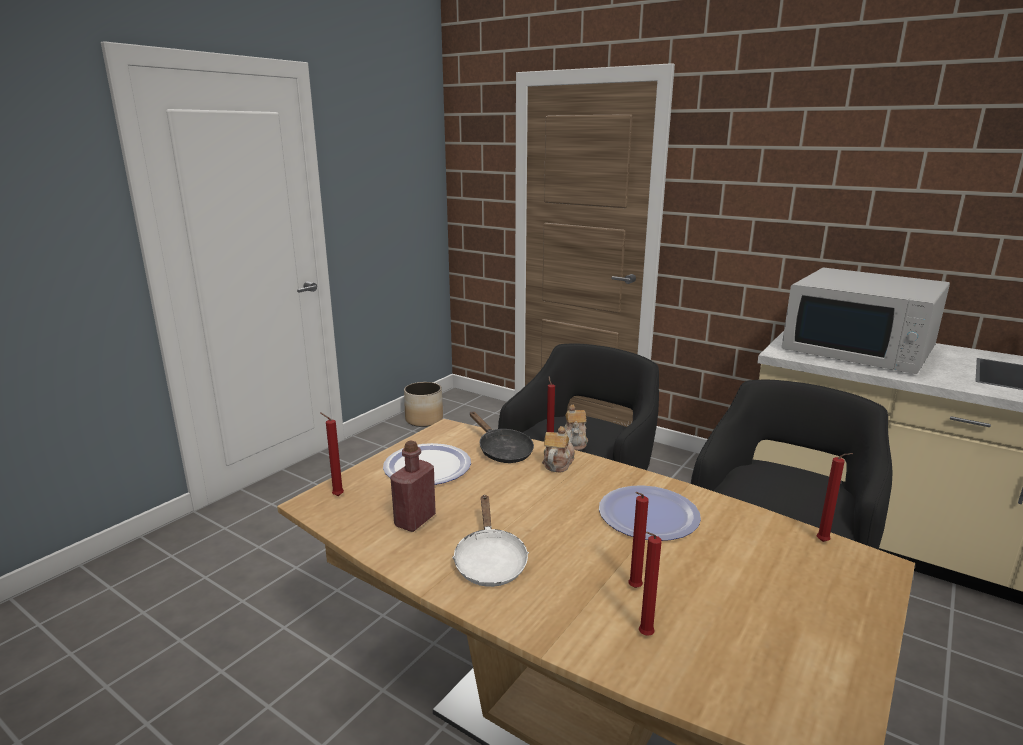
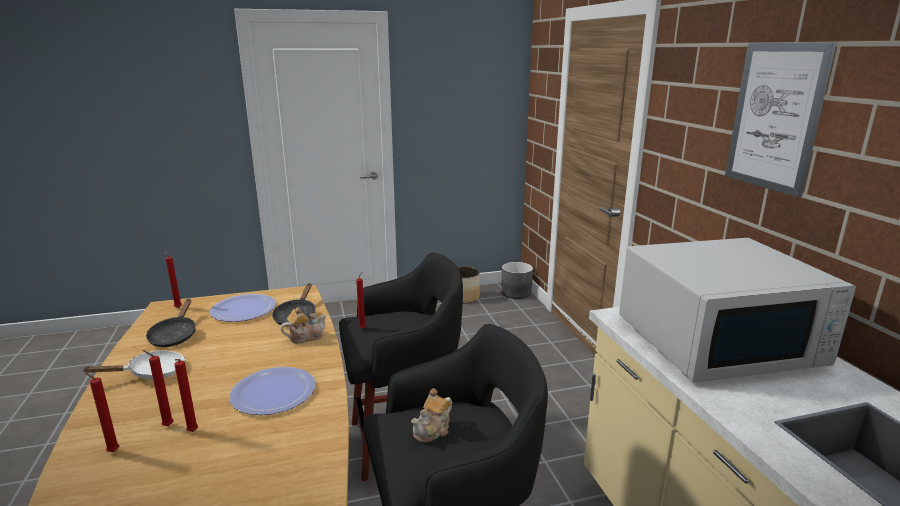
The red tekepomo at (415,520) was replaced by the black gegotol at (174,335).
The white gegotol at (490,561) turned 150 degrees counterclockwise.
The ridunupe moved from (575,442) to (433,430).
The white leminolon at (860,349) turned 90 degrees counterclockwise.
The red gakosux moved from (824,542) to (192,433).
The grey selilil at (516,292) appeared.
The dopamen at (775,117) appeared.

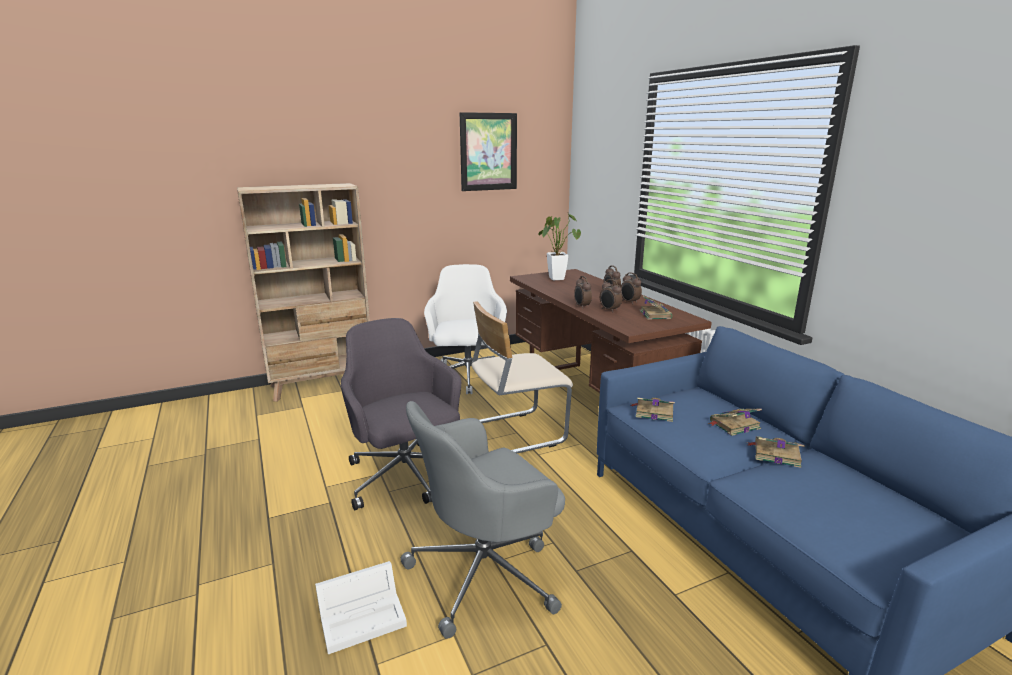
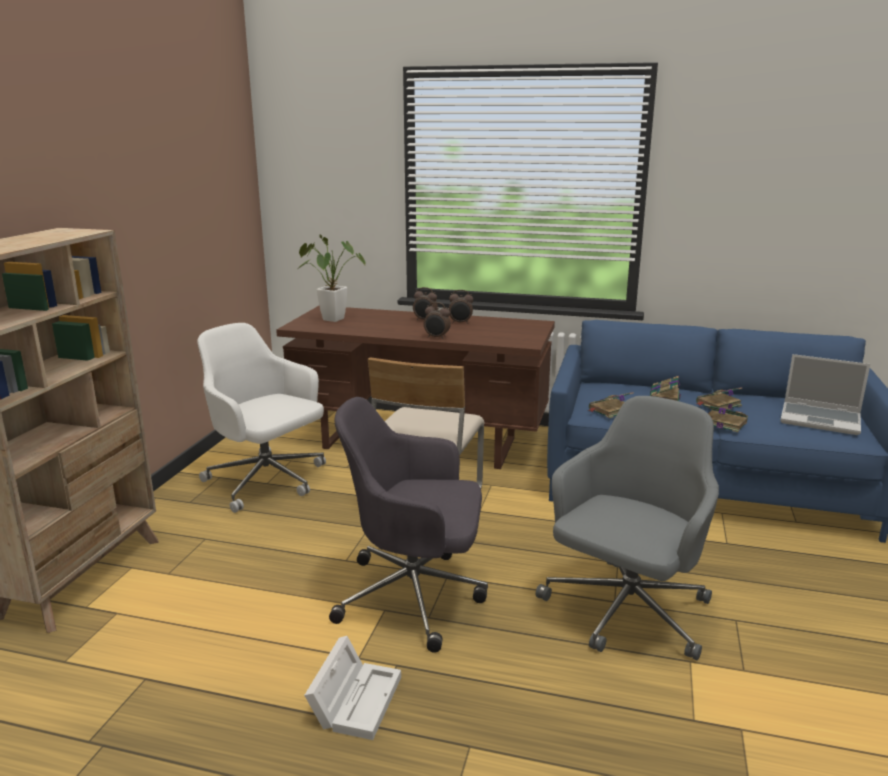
The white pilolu moved from (364,616) to (356,698).
The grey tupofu at (486,573) turned 150 degrees counterclockwise.
The dopamen at (488,152) disappeared.
The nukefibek at (609,310) disappeared.
The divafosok moved from (655,314) to (723,423).
The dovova at (821,420) appeared.

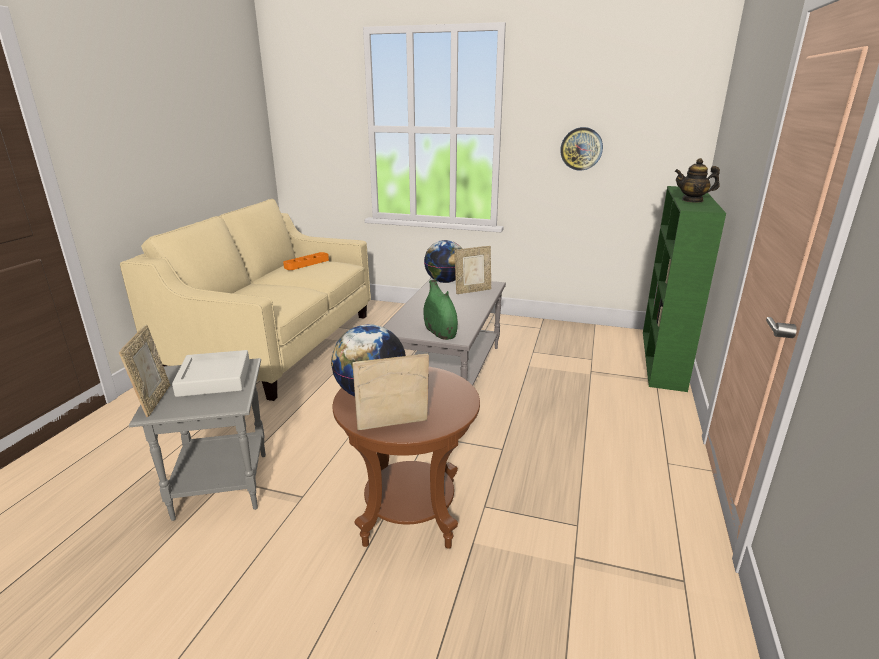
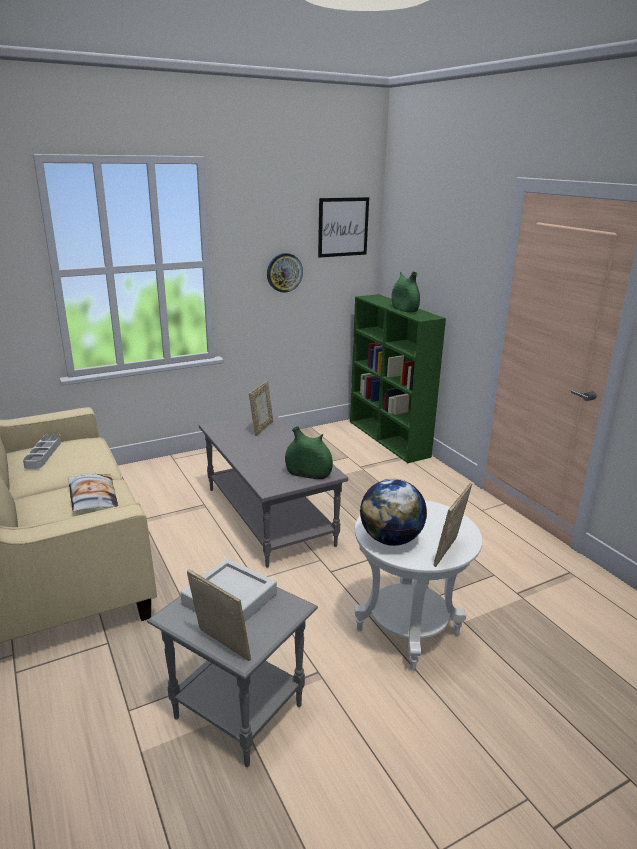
The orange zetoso at (307,264) became the grey zetoso at (43,454).
The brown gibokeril at (410,516) became the white gibokeril at (408,632).
The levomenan at (445,281) disappeared.
The ridunupe at (692,200) was replaced by the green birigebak at (404,309).
The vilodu at (92,497) appeared.
The dopamen at (343,227) appeared.

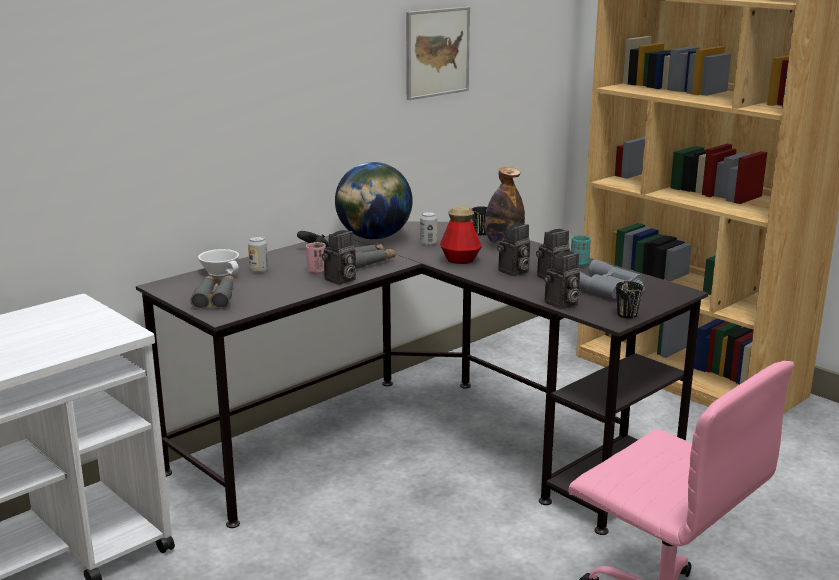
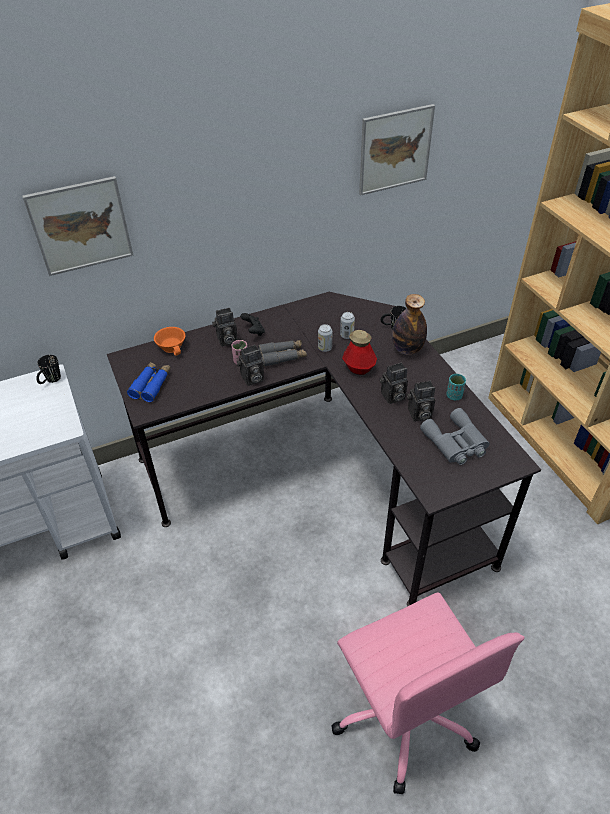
The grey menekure at (215,298) became the blue menekure at (151,385).
The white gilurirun at (222,272) became the orange gilurirun at (173,347).
The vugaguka moved from (258,270) to (325,348).
The levomenan at (374,237) disappeared.
The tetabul moved from (561,304) to (226,341).
The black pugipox moved from (627,317) to (50,381).
The dopamen at (80,226) appeared.

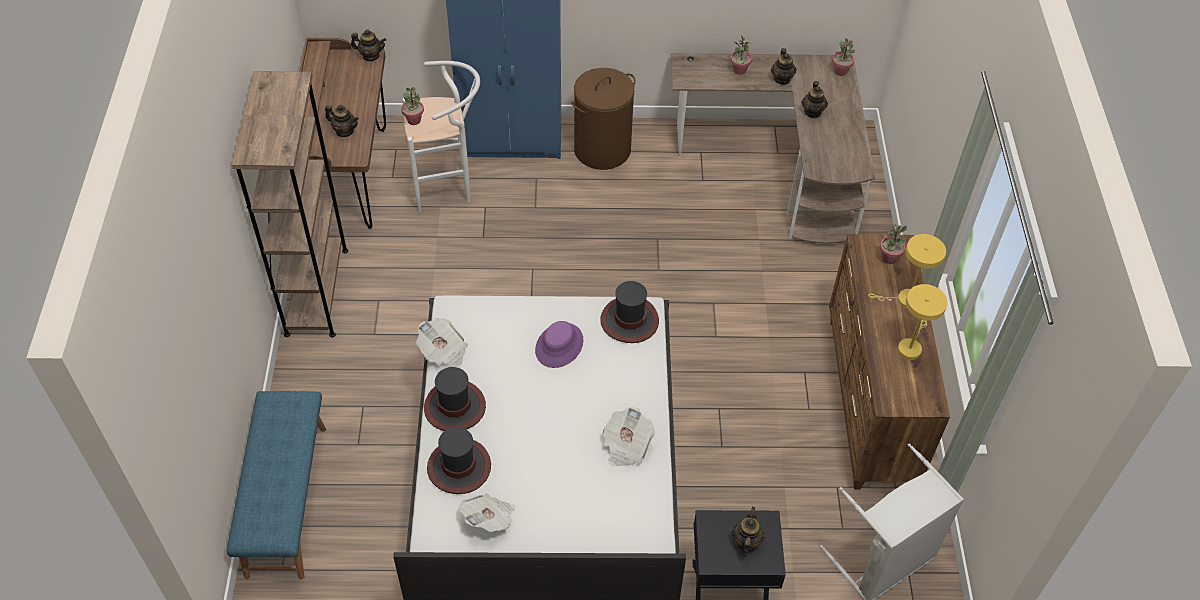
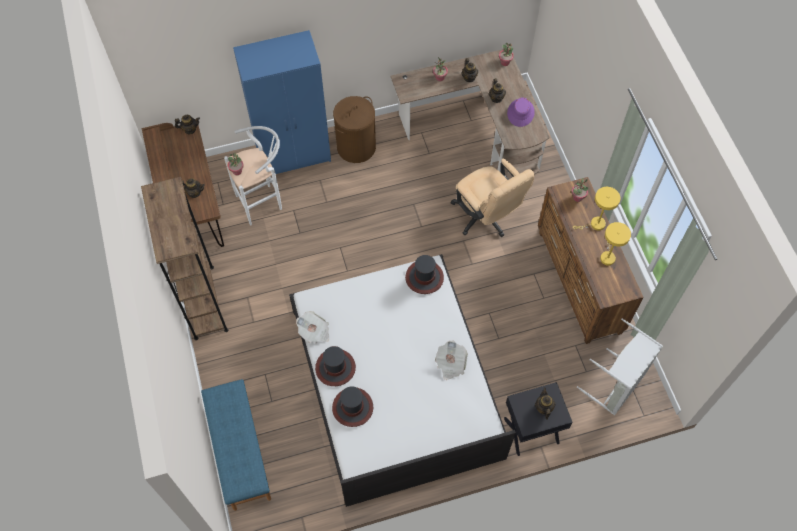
The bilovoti at (489,519) disappeared.
The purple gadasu moved from (559,346) to (521,113).
The beige tupofu at (486,218) appeared.

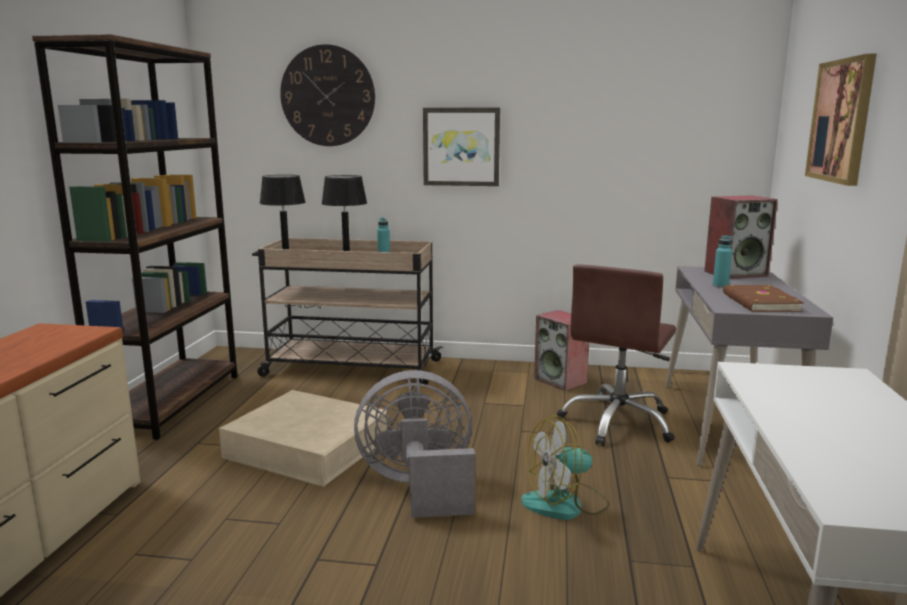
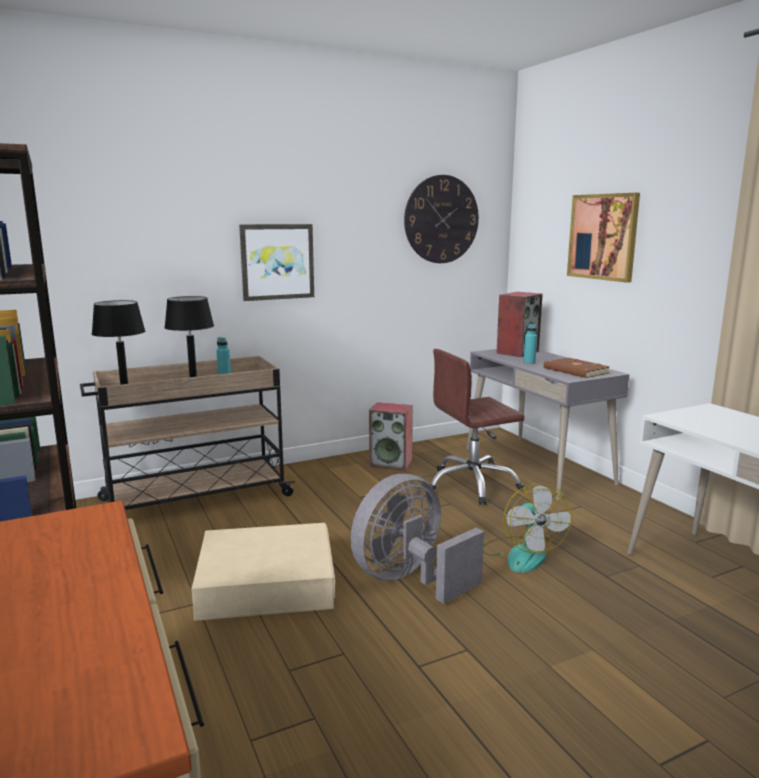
The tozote moved from (327,96) to (441,219).
The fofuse at (565,504) turned 45 degrees counterclockwise.
The brown tupofu at (618,422) turned 75 degrees clockwise.

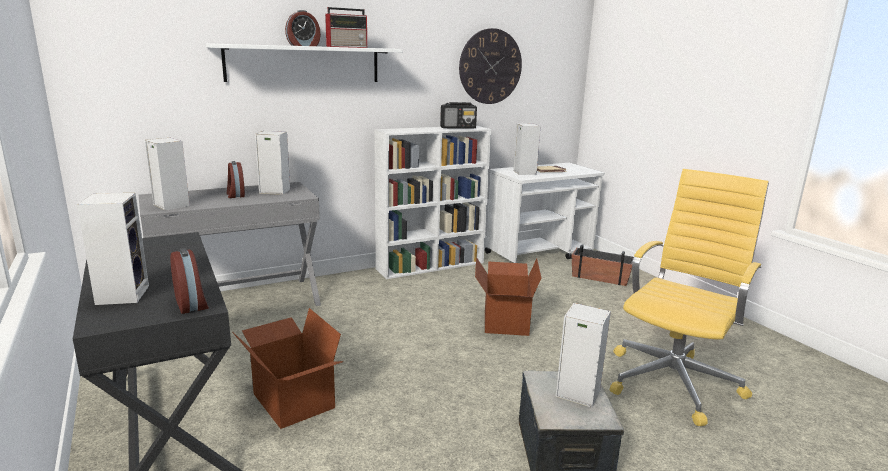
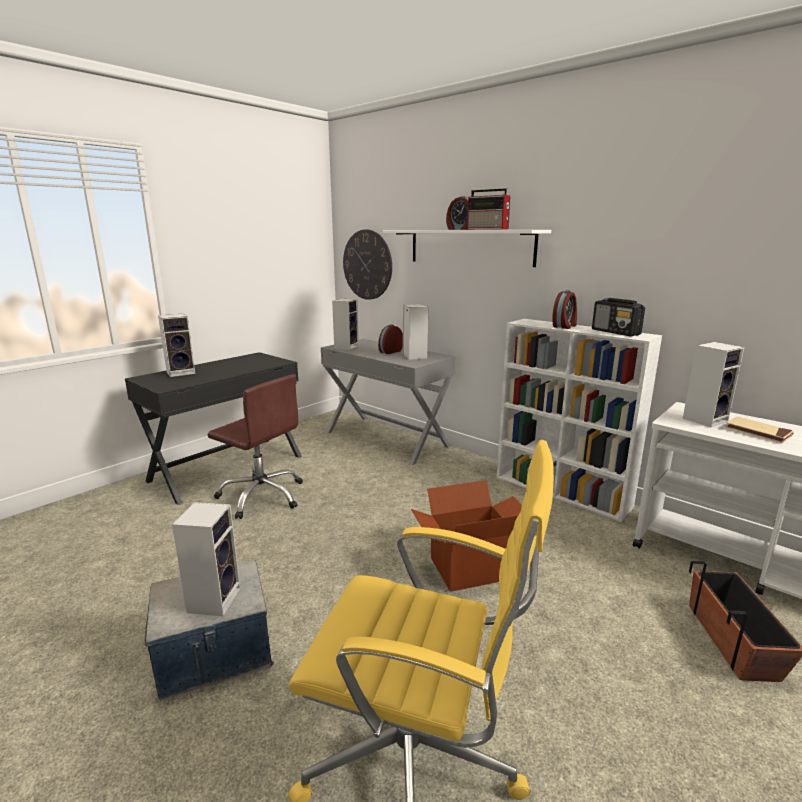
The nukefibek moved from (192,304) to (565,326).
The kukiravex at (292,401) was replaced by the brown tupofu at (262,496).
The tozote moved from (490,66) to (367,265).

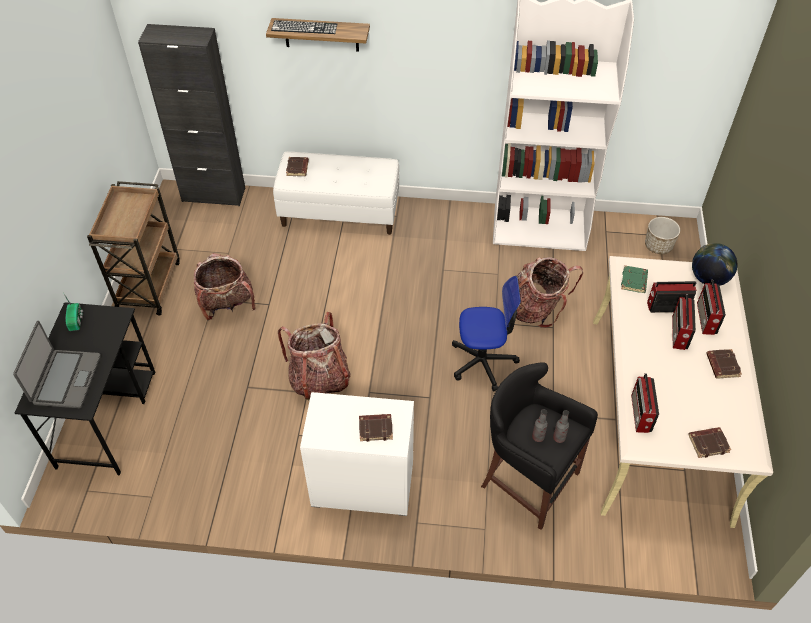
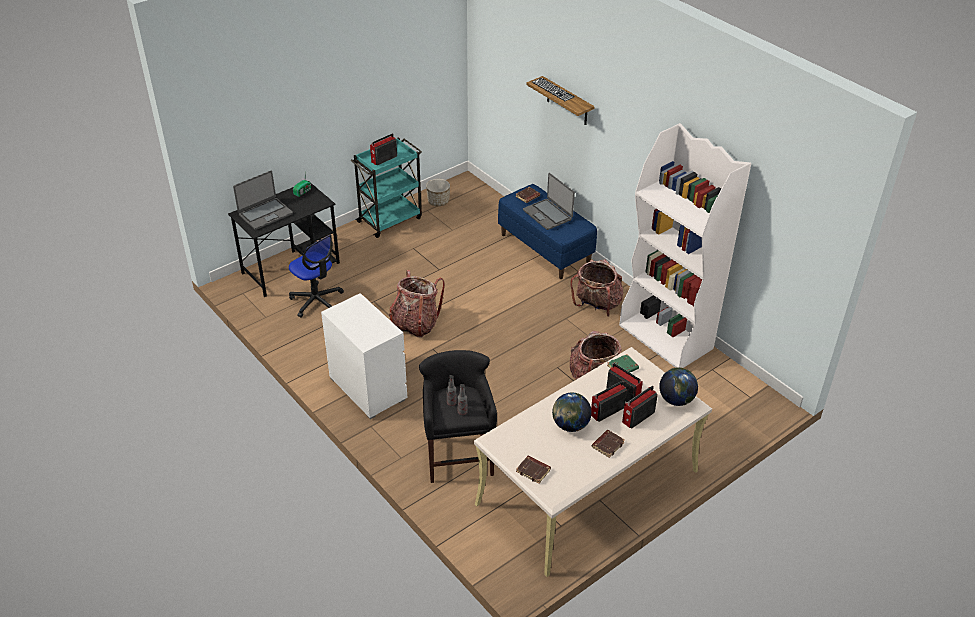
The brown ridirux at (149,284) became the turquoise ridirux at (390,219).
The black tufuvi at (213,194) disappeared.
The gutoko moved from (227,304) to (597,305).
The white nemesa at (340,213) became the blue nemesa at (545,249).
The brown divafosok at (376,428) disappeared.
The tupofu moved from (483,362) to (316,301).
The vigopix moved from (640,414) to (383,159).
The selilil moved from (658,246) to (438,201).
The dovova at (548,214) appeared.
The levomenan at (570,425) appeared.

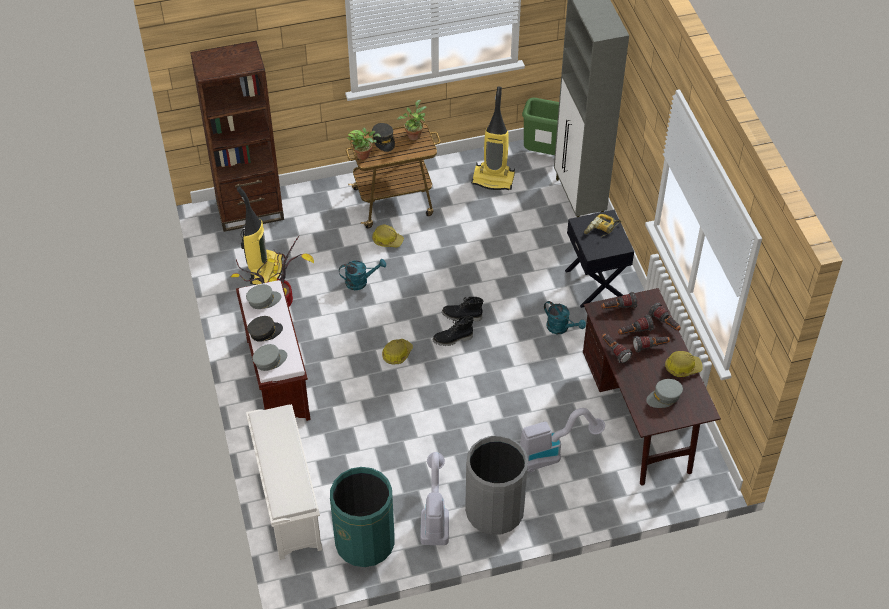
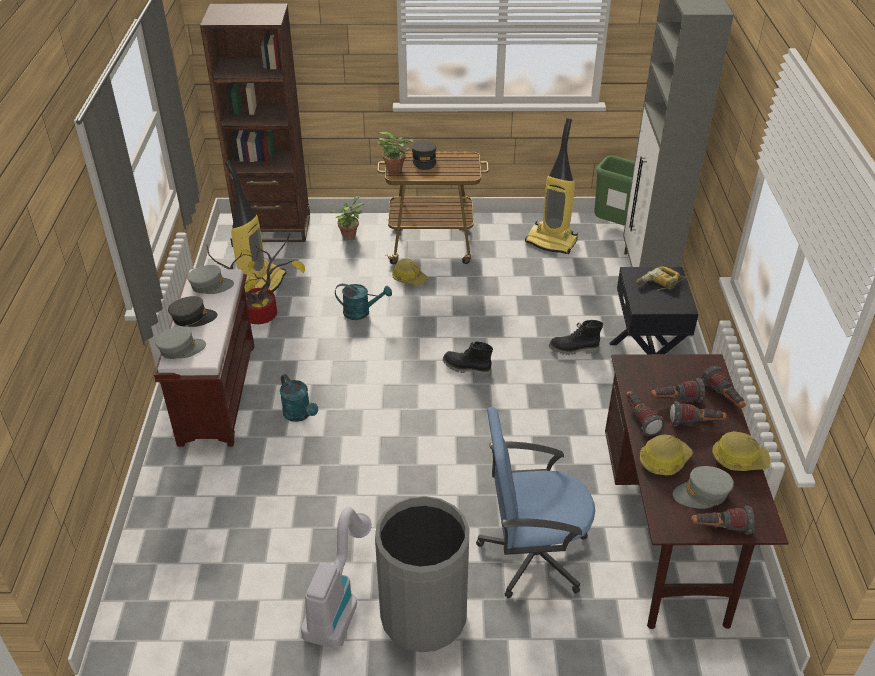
The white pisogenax at (287,501) disappeared.
The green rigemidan at (365,542) disappeared.
The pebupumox moved from (397,354) to (664,460).
The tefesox moved from (413,134) to (349,234).
The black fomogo moved from (453,339) to (573,349).
The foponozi at (553,453) was replaced by the blue tupofu at (531,554).
The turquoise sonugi moved from (561,328) to (300,415).
The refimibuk moved from (618,308) to (719,528).

